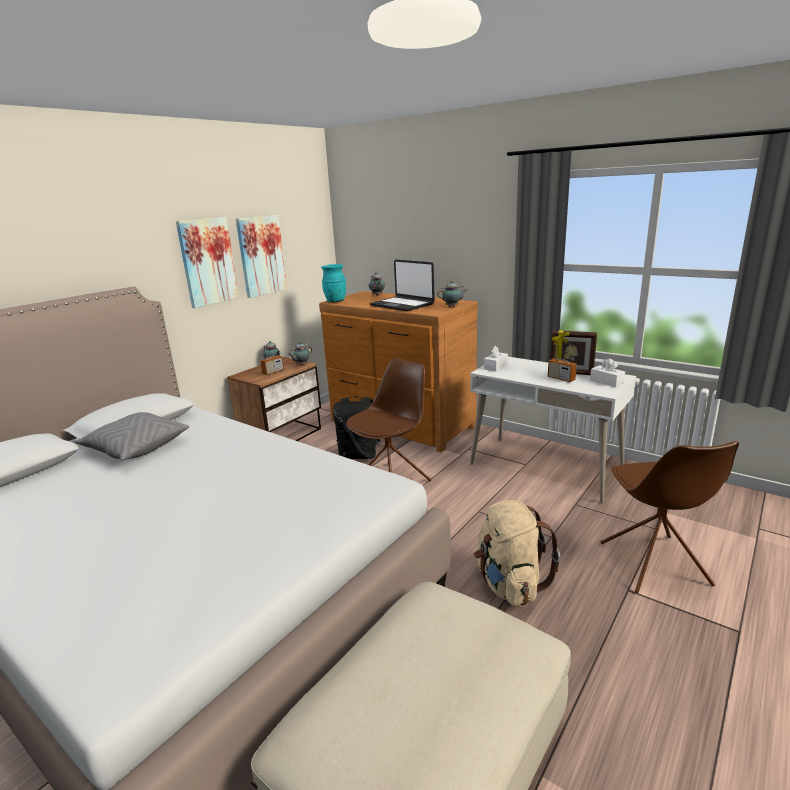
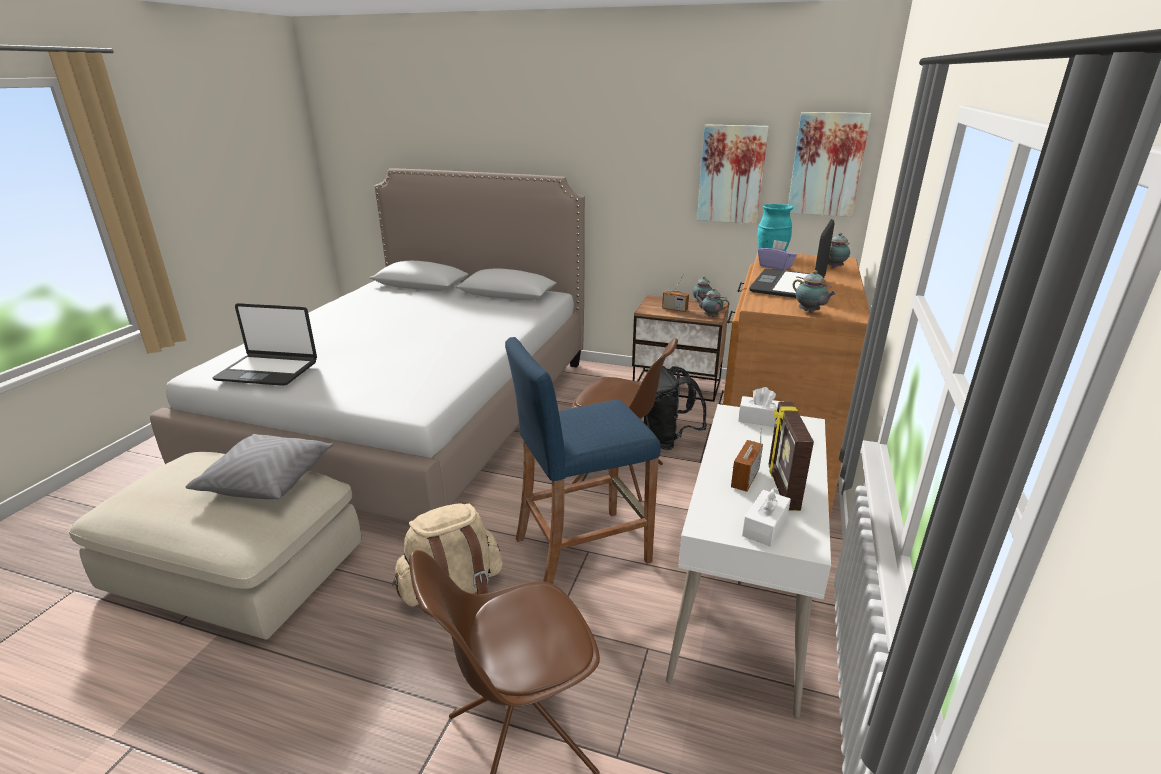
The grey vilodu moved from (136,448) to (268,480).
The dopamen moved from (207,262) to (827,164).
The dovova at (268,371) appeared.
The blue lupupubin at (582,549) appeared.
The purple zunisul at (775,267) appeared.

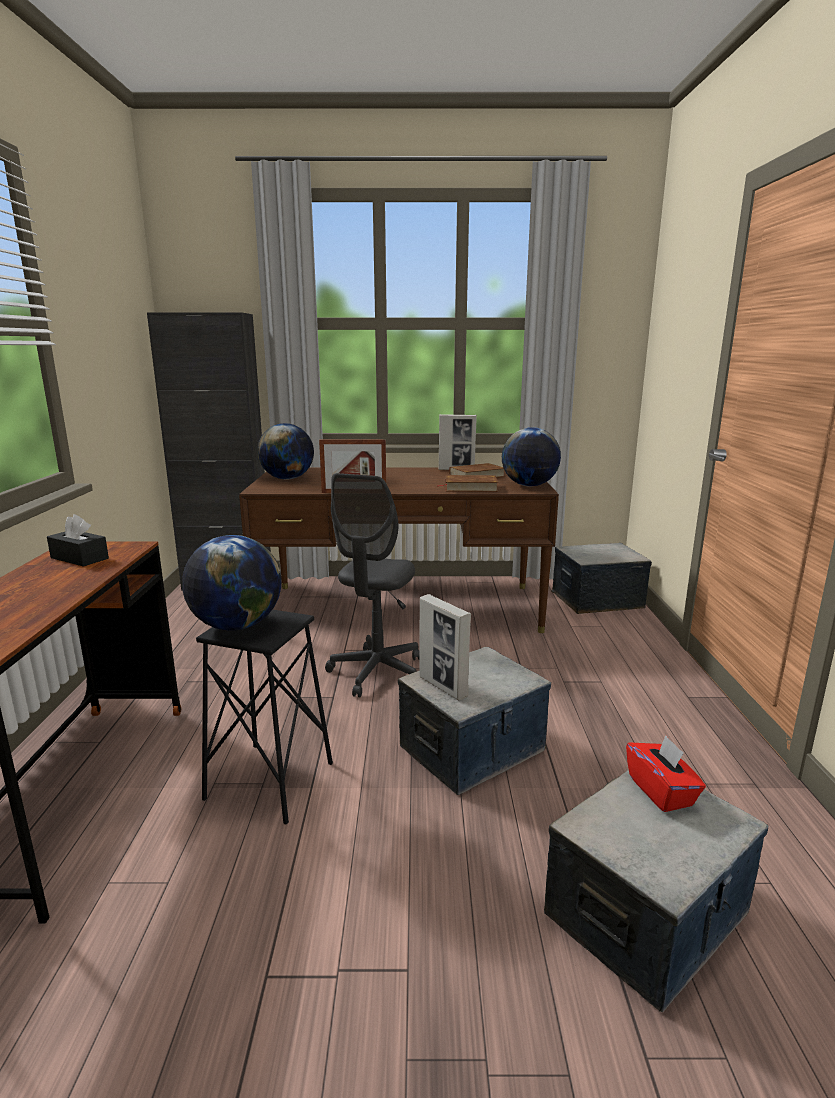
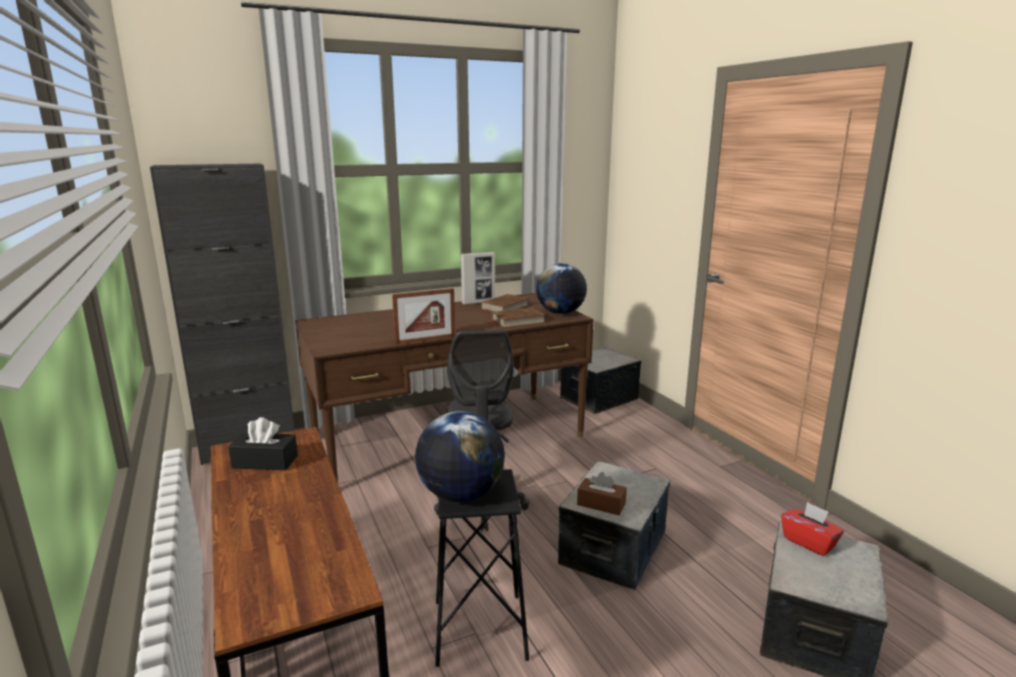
The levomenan at (287,479) disappeared.
The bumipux at (443,687) was replaced by the brown zunisul at (601,504).

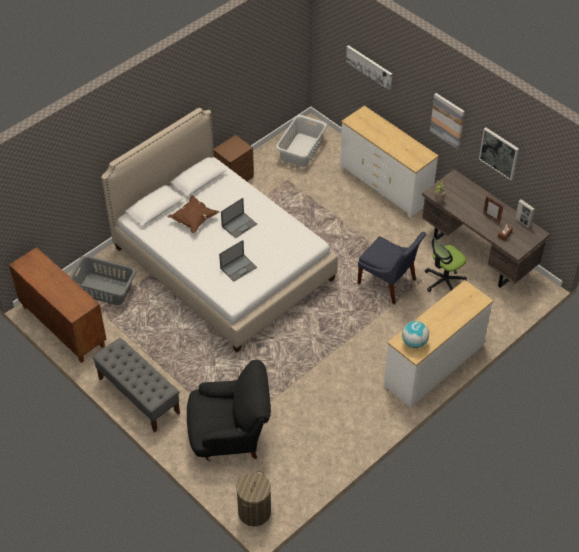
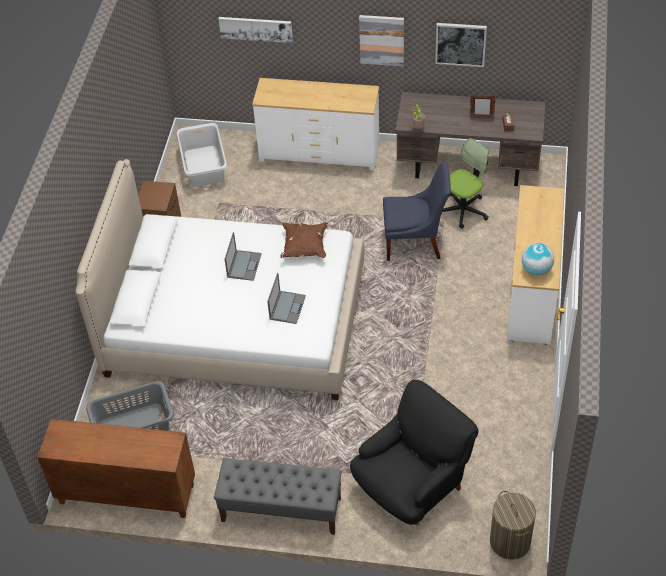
The brown vilodu moved from (193,220) to (304,247).
The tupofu at (444,281) turned 150 degrees counterclockwise.
The bumipux at (522,222) disappeared.

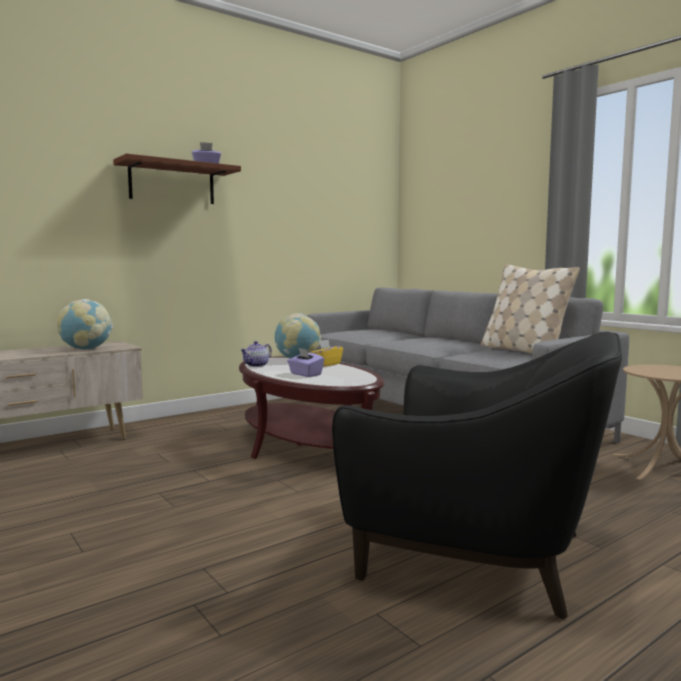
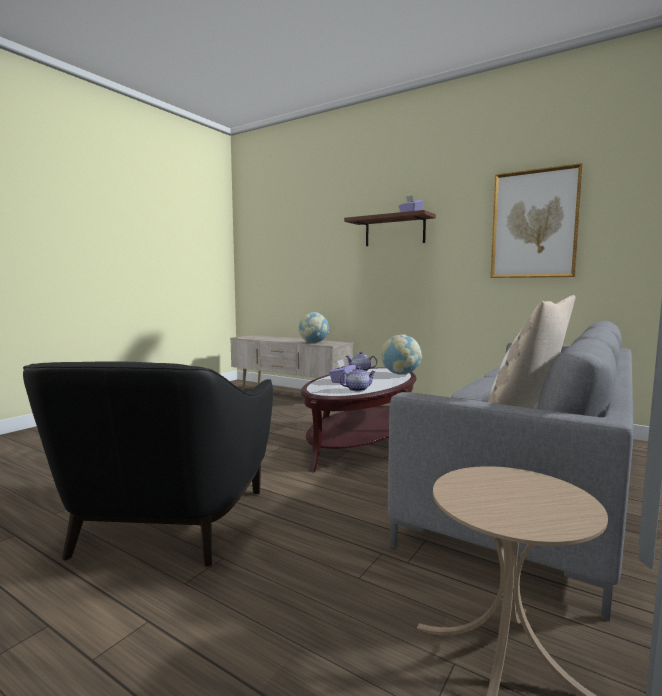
The yellow zunisul at (325,364) disappeared.
The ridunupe at (357,389) appeared.
The dopamen at (534,224) appeared.

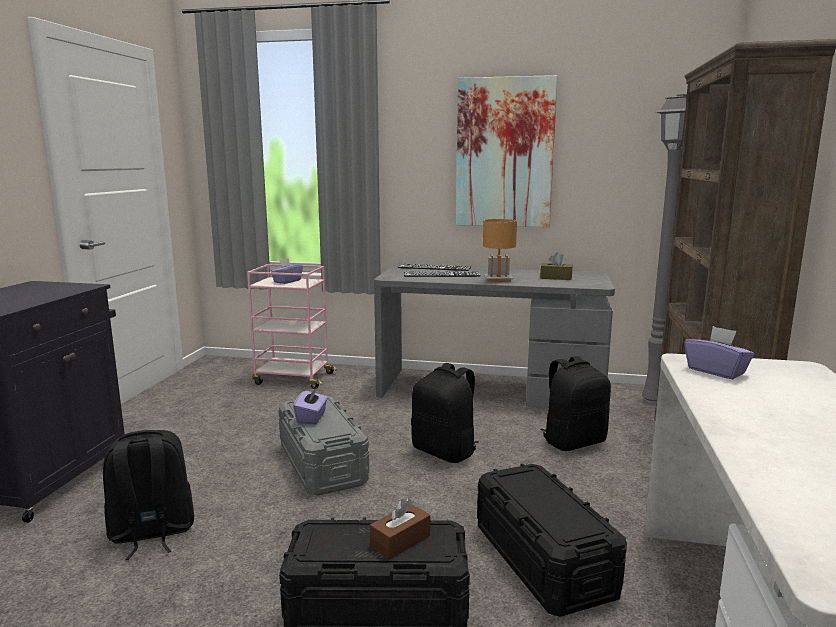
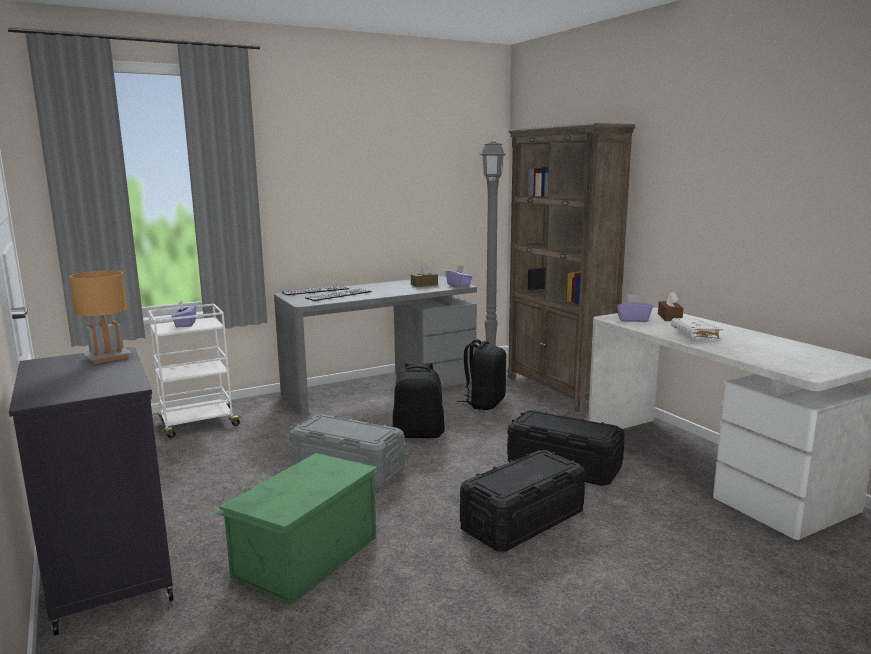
The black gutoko at (151,533) was replaced by the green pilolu at (304,556).
The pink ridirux at (293,379) became the white ridirux at (198,424).
The purple zunisul moved from (311,418) to (459,285).
The brown zunisul moved from (400,541) to (669,317).
The dopamen at (504,153) disappeared.
The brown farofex moved from (498,280) to (107,357).
The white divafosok at (695,335) appeared.

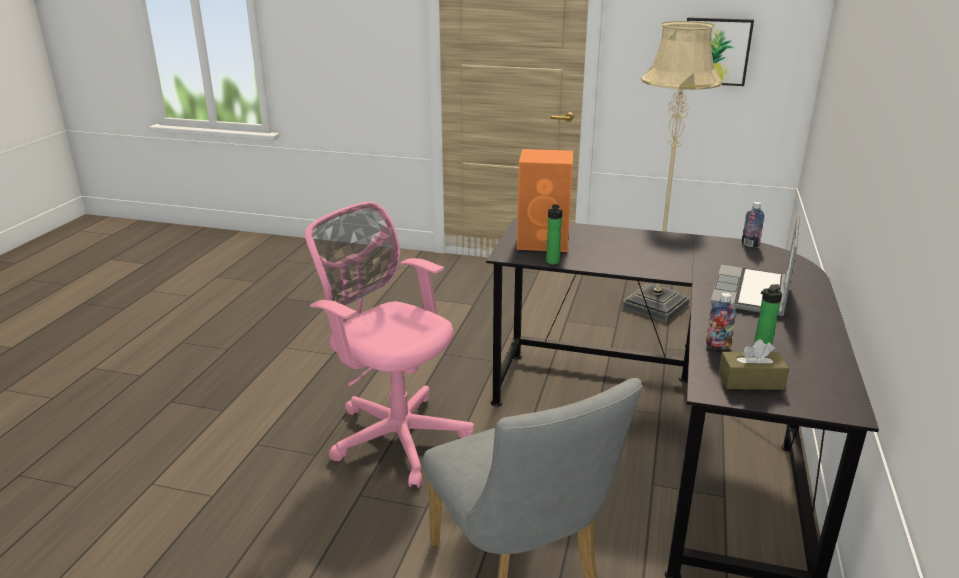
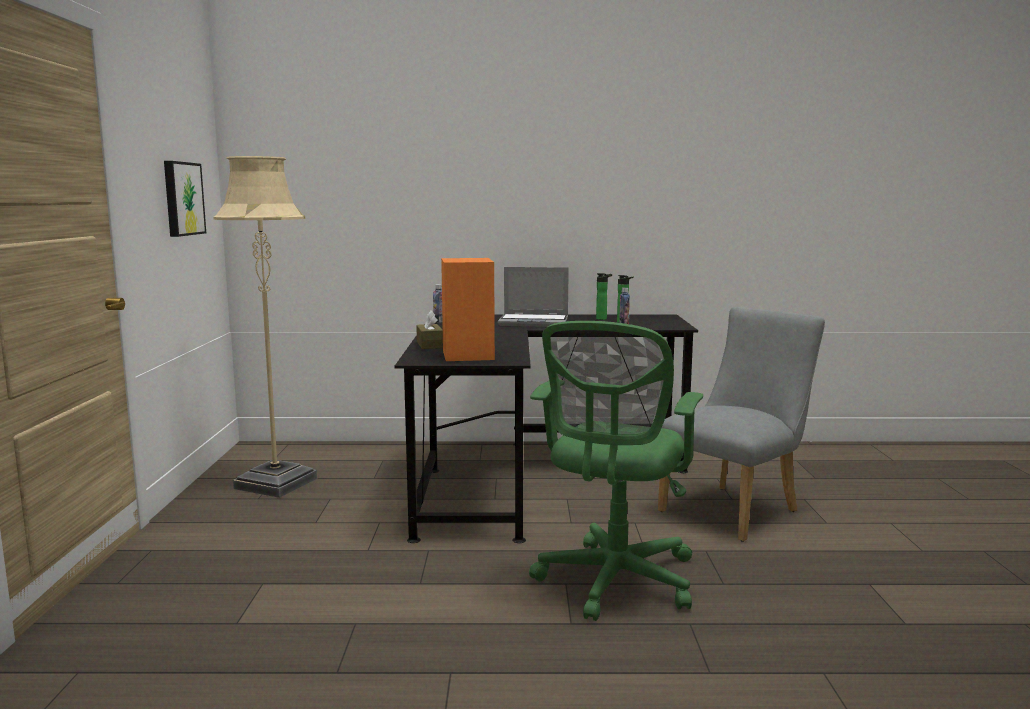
The pink tupofu at (395,434) became the green tupofu at (614,583).
The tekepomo moved from (552,262) to (603,319).
The brown zunisul moved from (750,381) to (430,345).

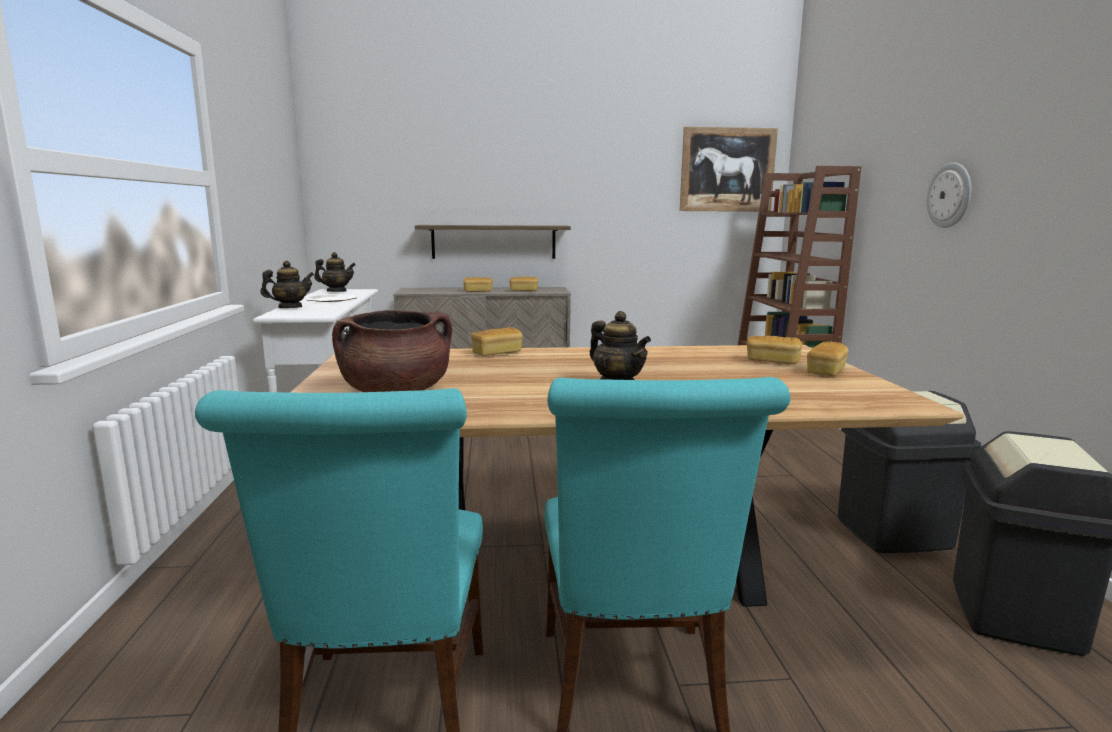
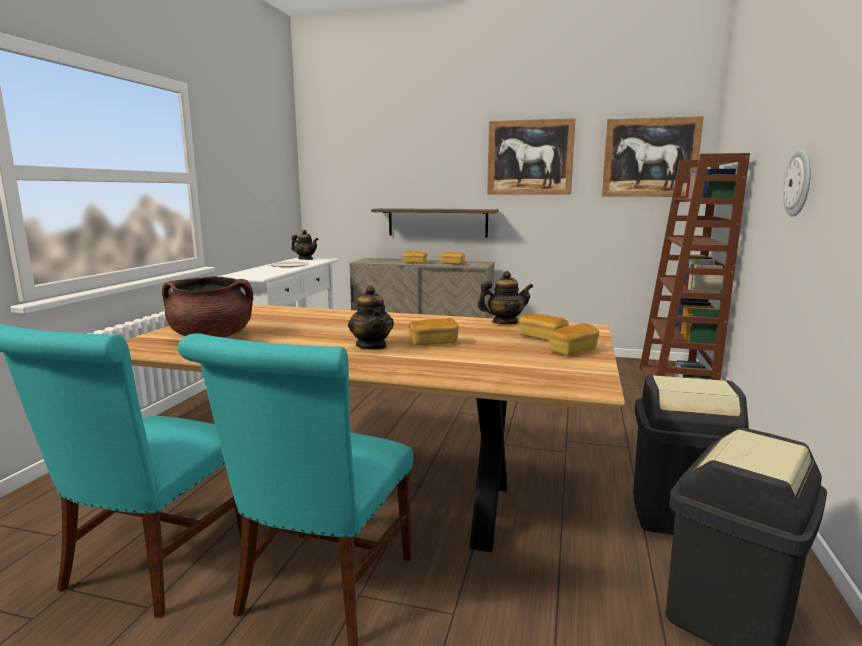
The ridunupe moved from (290,307) to (504,322).
The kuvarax moved from (497,353) to (433,343).
The dopamen at (530,157) appeared.

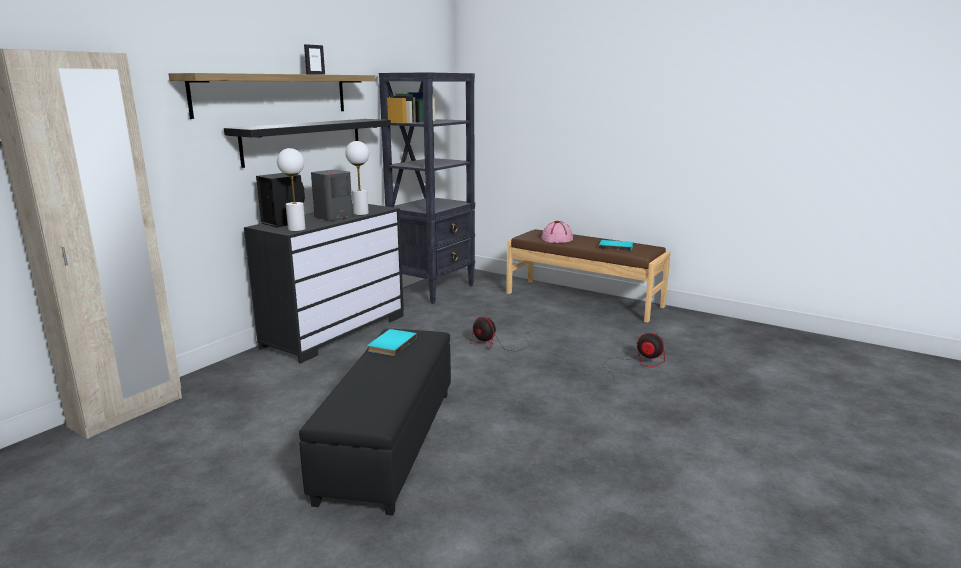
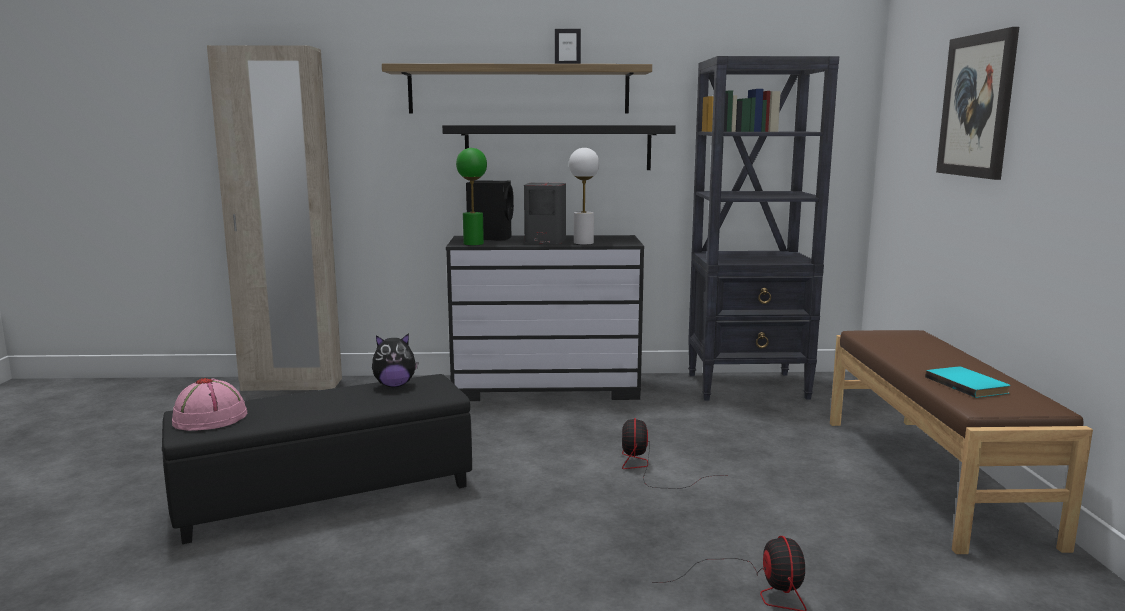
The white farofex at (296,229) became the green farofex at (473,244).
The turquoise divafosok at (390,344) was replaced by the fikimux at (394,385).
The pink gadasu moved from (557,239) to (210,418).
The dopamen at (977,106) appeared.

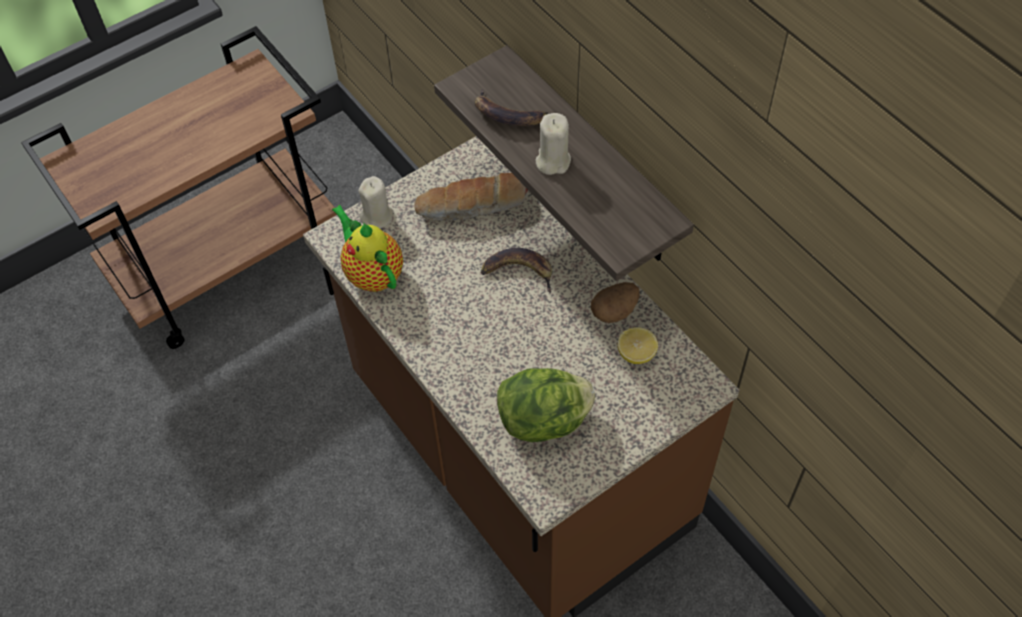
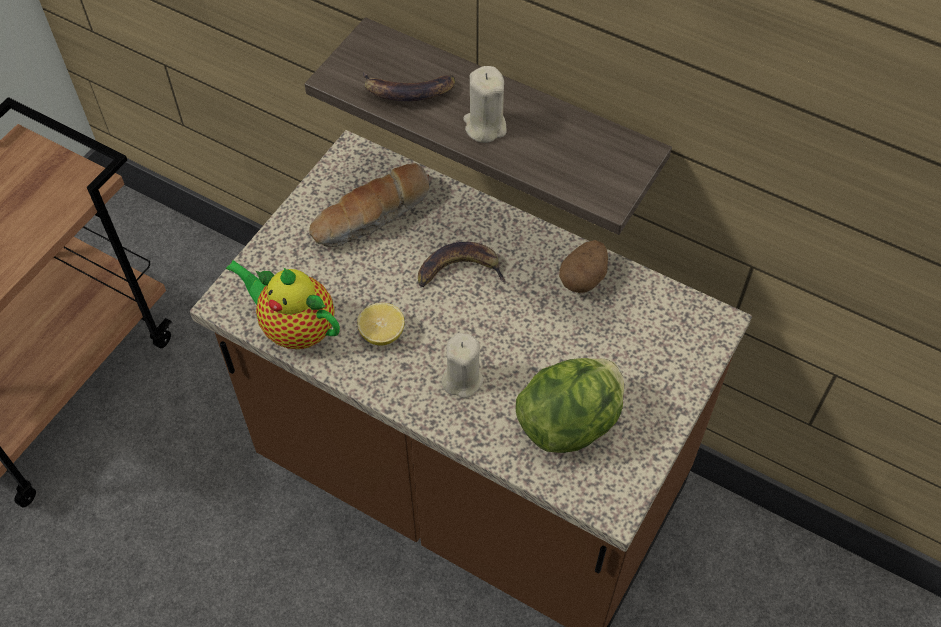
The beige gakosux moved from (377,217) to (462,379).
The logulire moved from (636,354) to (382,334).

